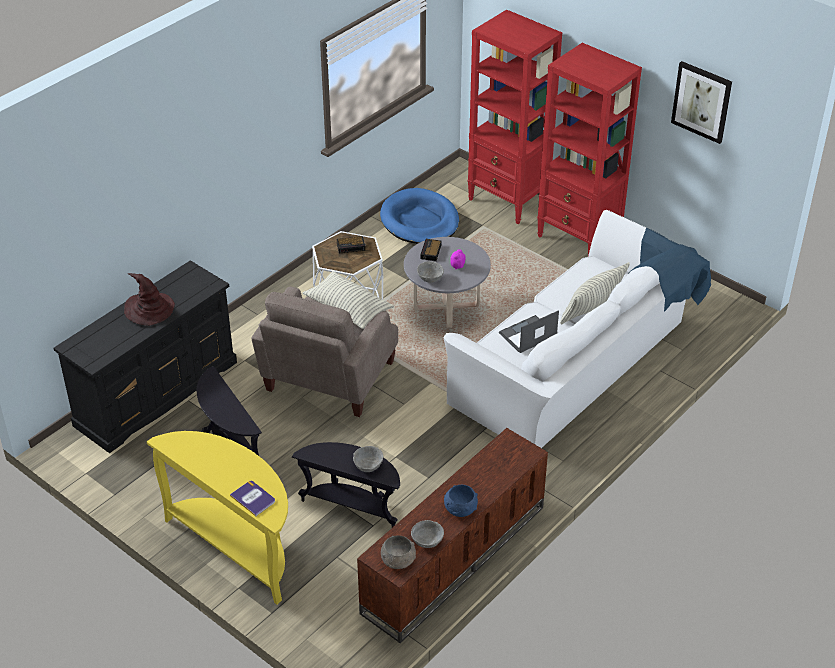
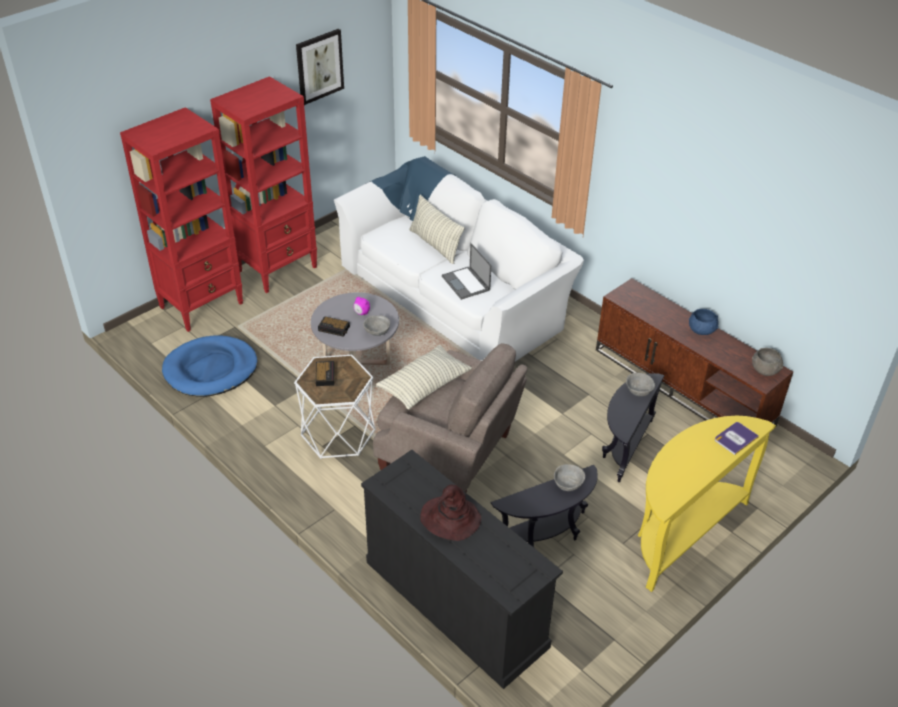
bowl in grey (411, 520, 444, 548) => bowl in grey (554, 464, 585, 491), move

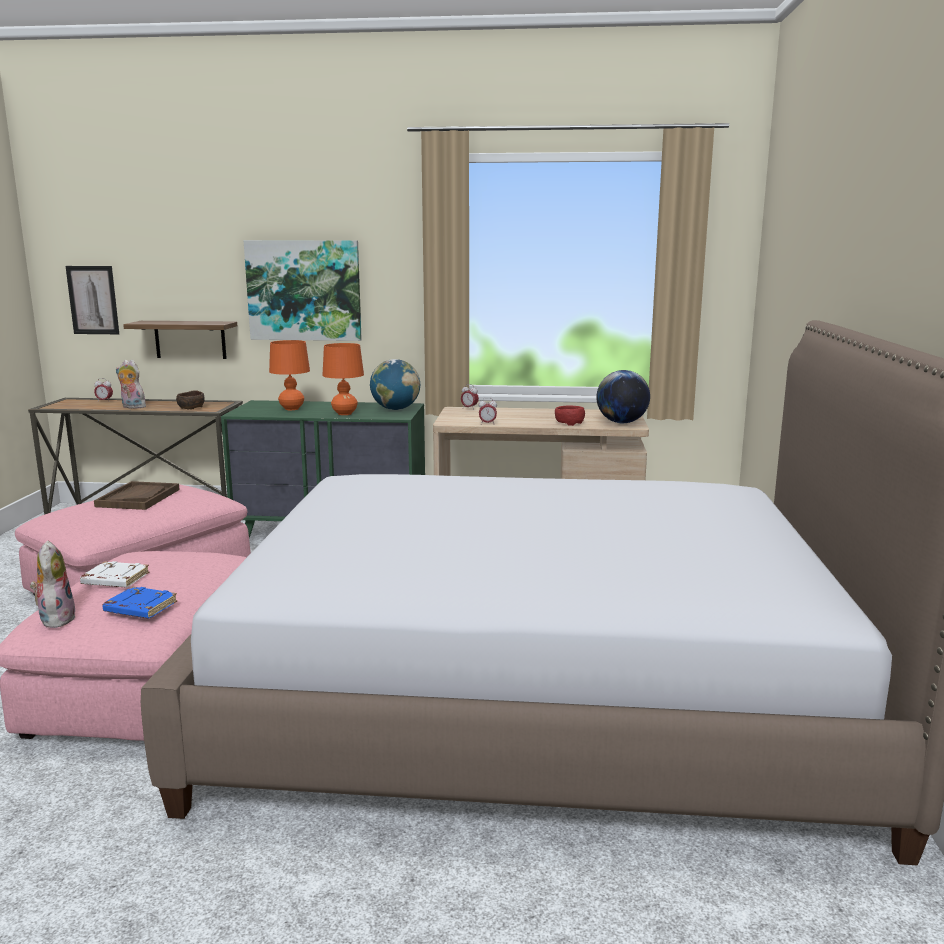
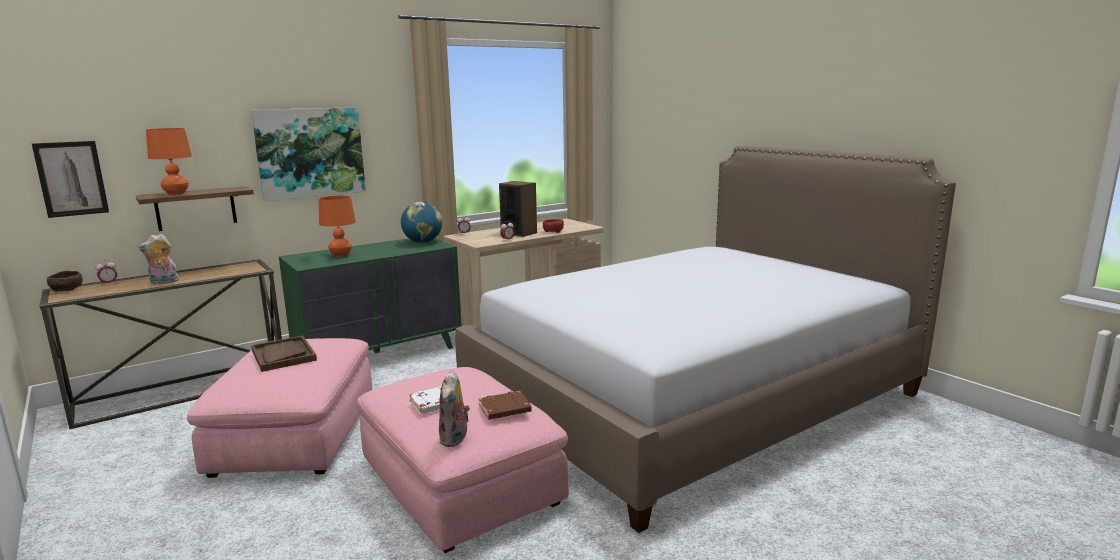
table lamp in orange (322, 343, 364, 415) => table lamp in orange (146, 128, 192, 195), move
globe (596, 370, 650, 423) => nothing
bowl in brown (176, 390, 205, 410) => bowl in brown (47, 271, 83, 292), move
plush toy (30, 540, 76, 628) => plush toy (439, 370, 470, 447), 120 degrees counterclockwise
book in blue (102, 586, 178, 618) => book in brown (479, 391, 532, 420)
nothing => speaker (499, 181, 537, 237)

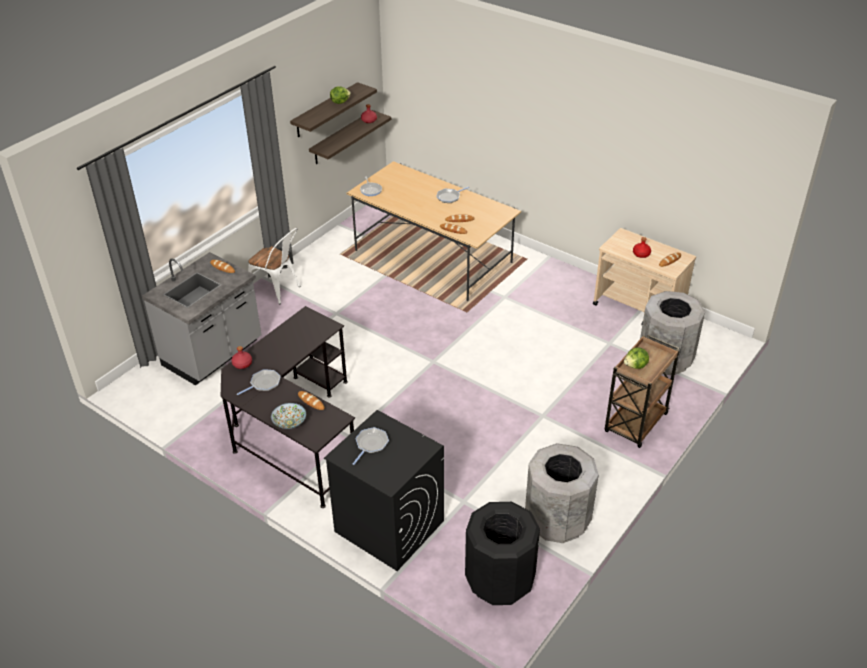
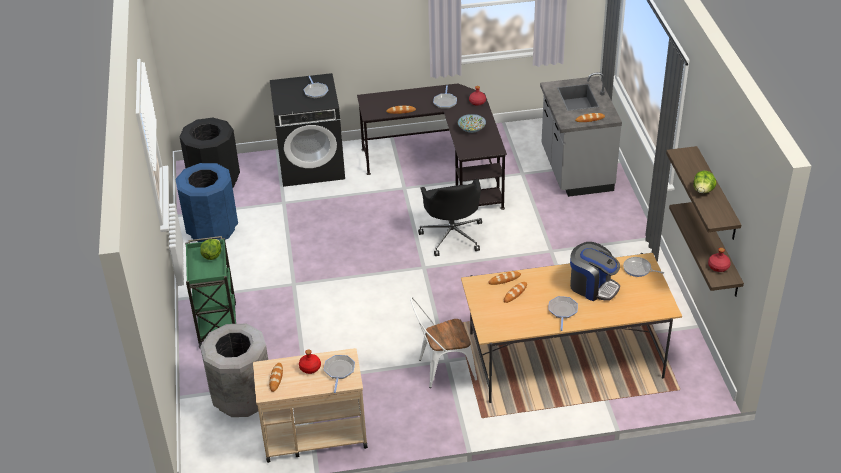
chair in white (248, 228, 301, 304) => chair in white (410, 297, 477, 388), move
cart in brown (605, 335, 680, 448) => cart in green (185, 236, 236, 349)
bowl (271, 403, 306, 429) => bowl (457, 114, 486, 133), move
trash can in grey (525, 443, 599, 543) => trash can in blue (175, 163, 238, 242)
nothing => office chair in black (418, 179, 482, 256)
nothing => coffee machine (570, 242, 620, 301)
nothing => frying pan (324, 355, 355, 393)

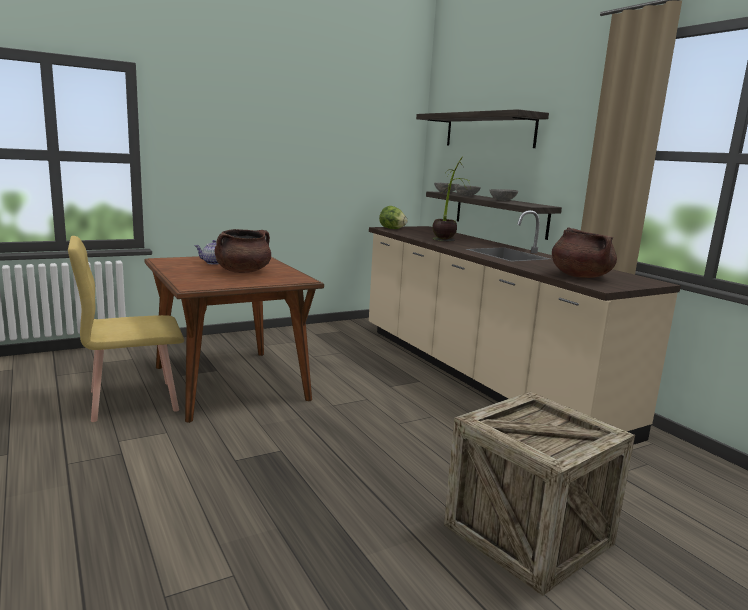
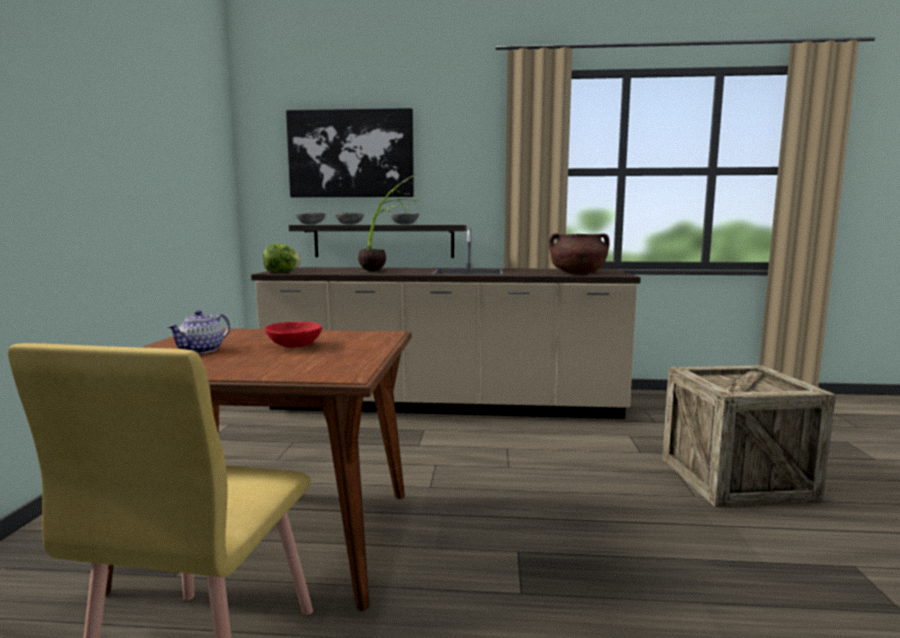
shelf (416, 109, 549, 148) => picture (286, 108, 414, 197)
cooking pot in brown (215, 229, 271, 273) => bowl in red (265, 322, 322, 348)

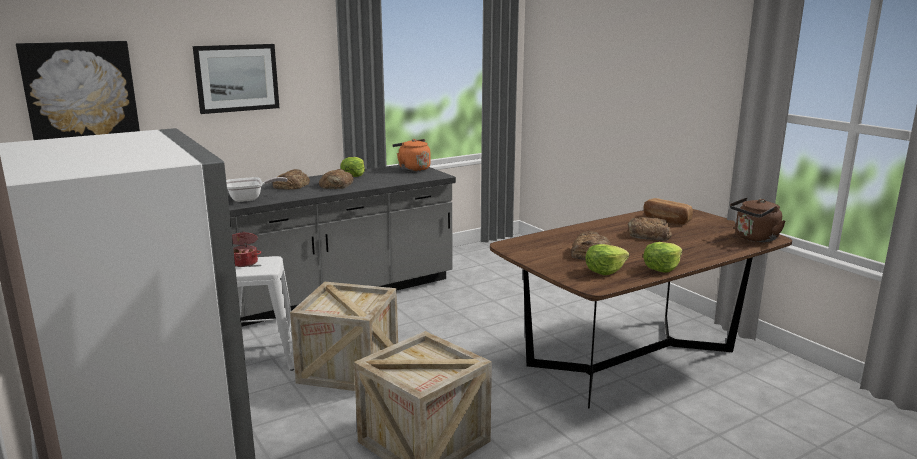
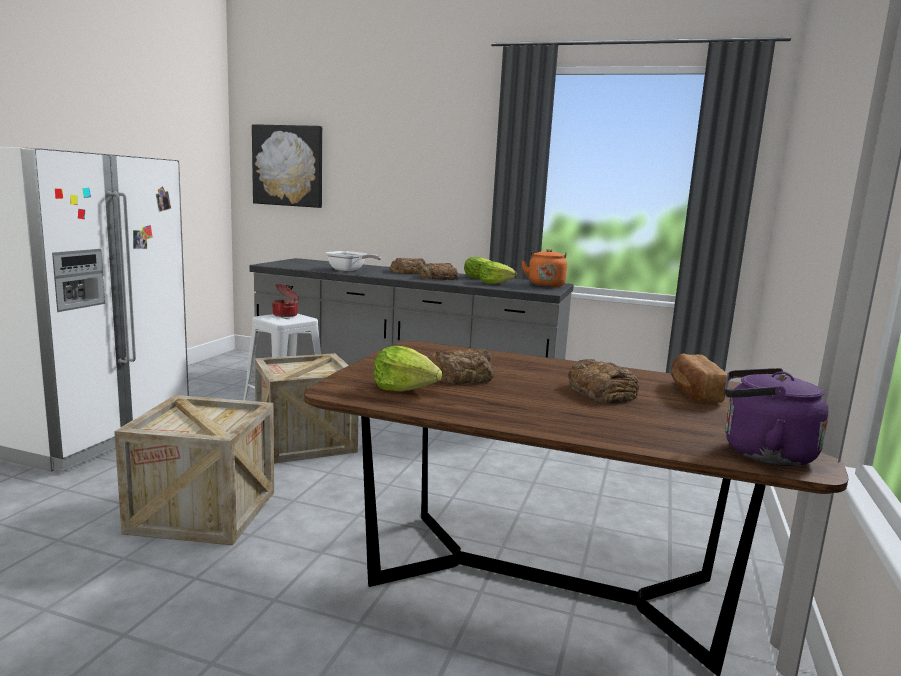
picture (193, 44, 279, 114) => nothing
kettle in brown (730, 197, 786, 242) => kettle in purple (725, 368, 829, 466)
lettuce (643, 242, 682, 273) => lettuce (479, 261, 517, 284), move

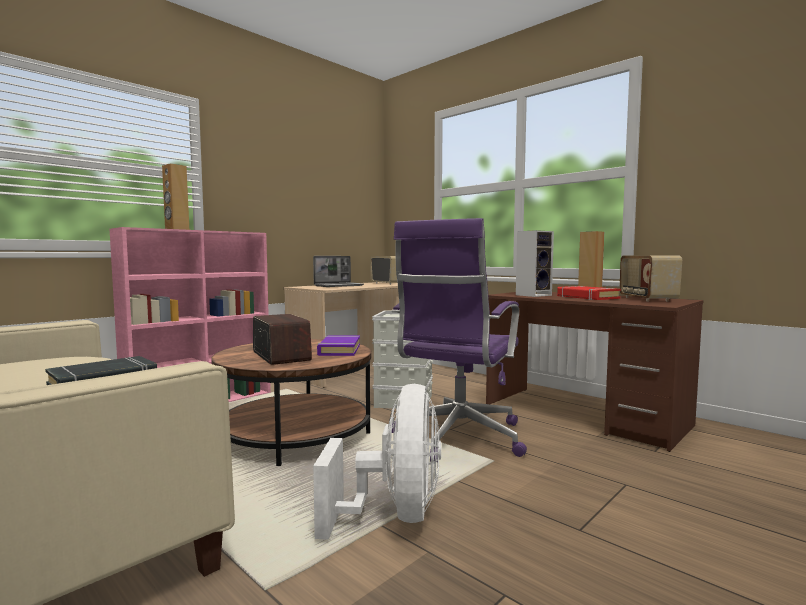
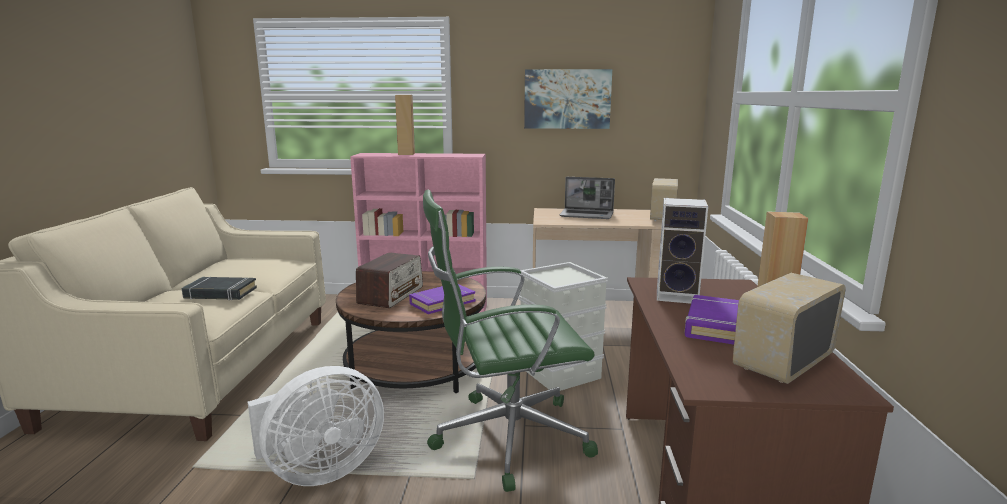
office chair in purple (390, 218, 527, 462) => office chair in green (423, 190, 598, 492)
book in red (557, 286, 621, 300) => book in purple (685, 295, 739, 344)
nothing => picture (524, 69, 612, 129)

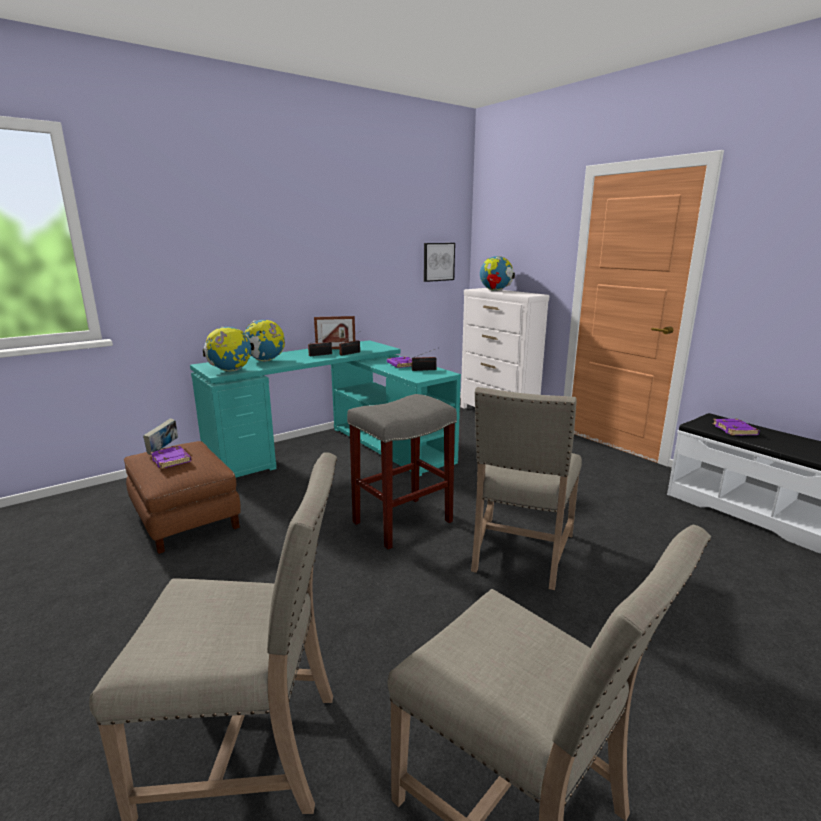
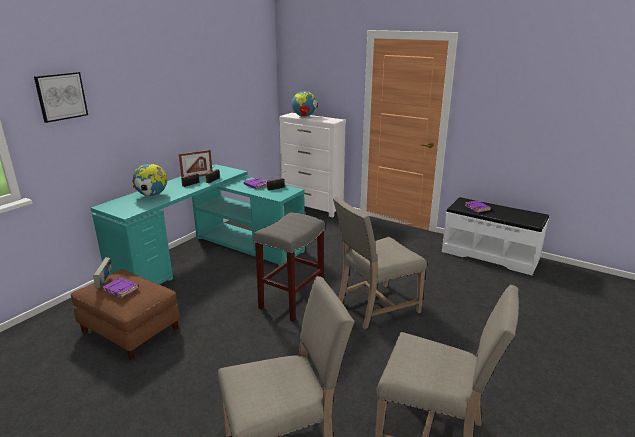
picture (424, 243, 455, 282) => picture (34, 72, 88, 123), move
globe (203, 326, 251, 372) => nothing
chair in beige (471, 387, 582, 590) => chair in beige (333, 197, 427, 329), 60 degrees clockwise

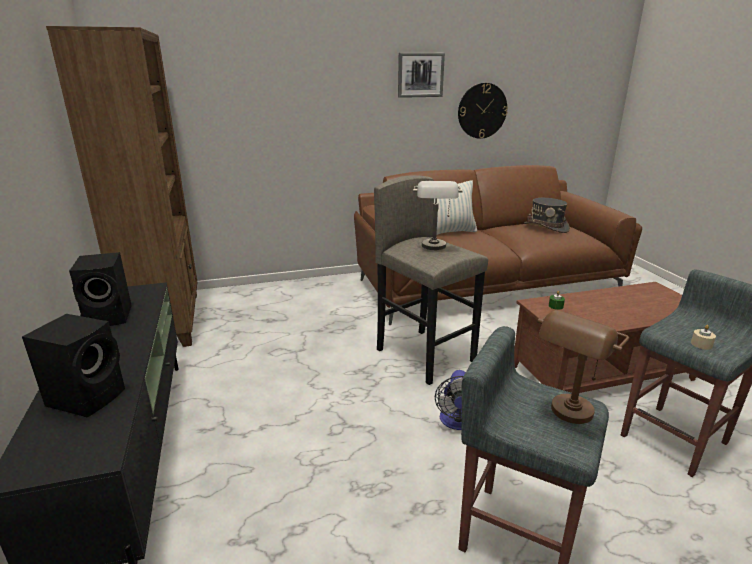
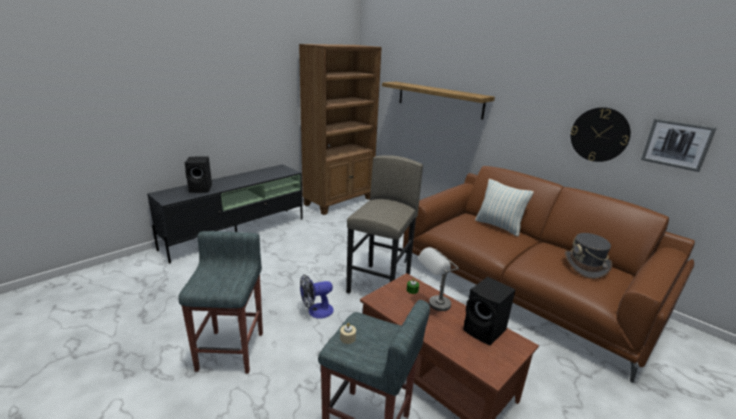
picture (398, 53, 445, 98) => picture (641, 118, 717, 172), move
table lamp in grey (413, 181, 463, 250) => table lamp in grey (418, 247, 459, 311), move
speaker in black (69, 252, 132, 326) => speaker in black (463, 277, 516, 345), move
table lamp in brown (537, 310, 629, 424) => nothing
nothing => shelf (382, 82, 495, 119)

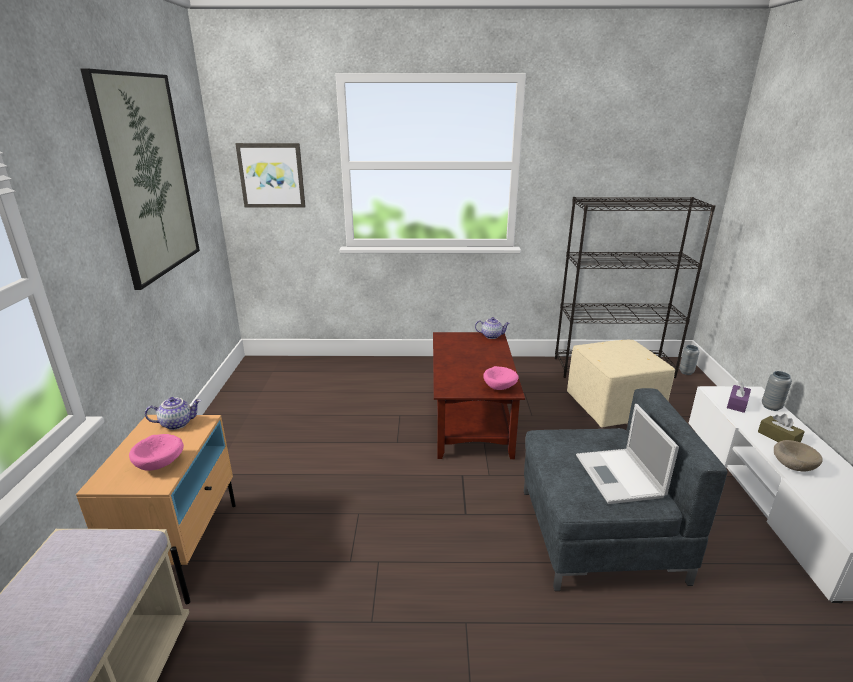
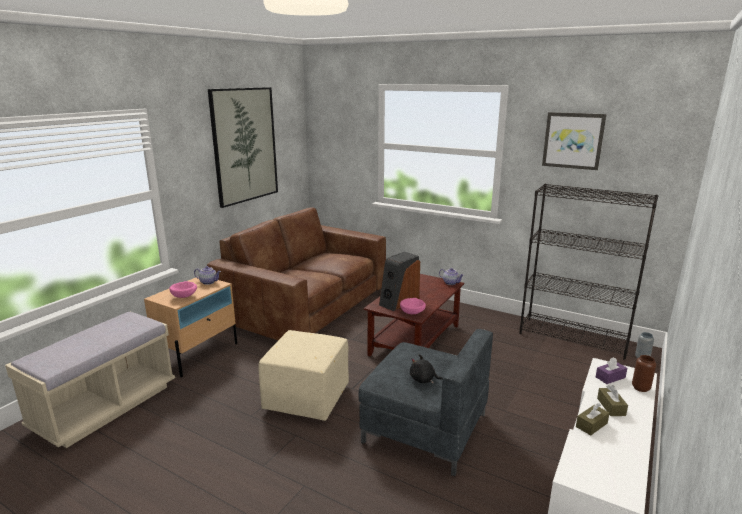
picture (235, 143, 306, 208) => picture (542, 112, 607, 170), move
ottoman in beige (567, 340, 675, 427) => ottoman in beige (259, 330, 349, 421), move
vase in grey (762, 371, 792, 411) => vase in brown (632, 355, 656, 392)
laptop (576, 404, 679, 504) => plush toy in black (410, 354, 443, 383)
bowl in beige (774, 440, 823, 471) => tissue box in brown (576, 403, 610, 435)
nothing => sofa in brown (207, 207, 386, 340)
nothing => speaker (379, 252, 420, 311)

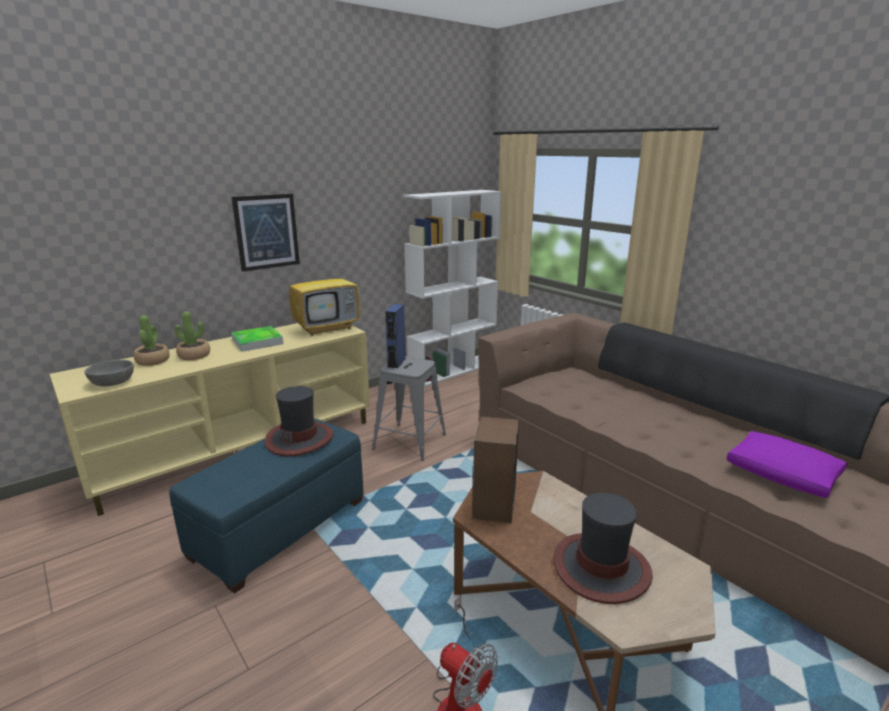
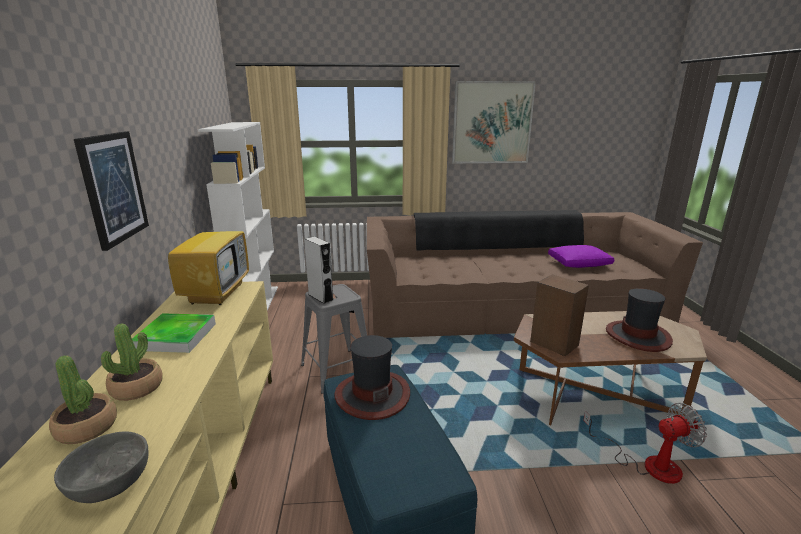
speaker in blue (385, 304, 406, 369) => speaker in grey (304, 237, 334, 304)
nothing => picture (452, 81, 536, 163)

